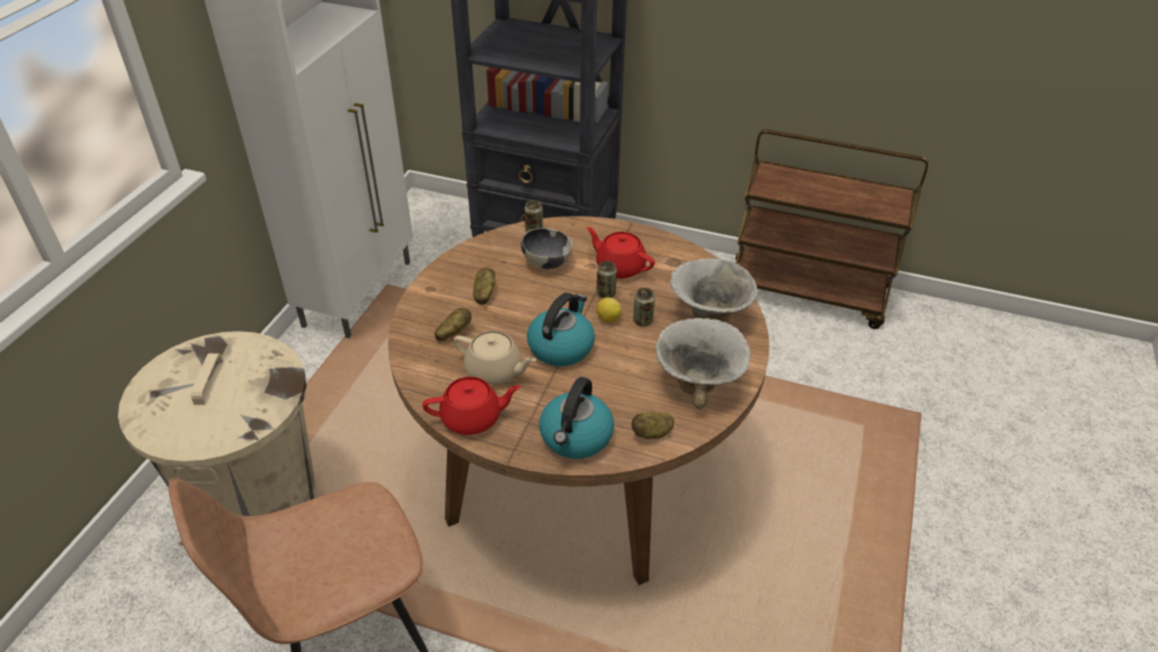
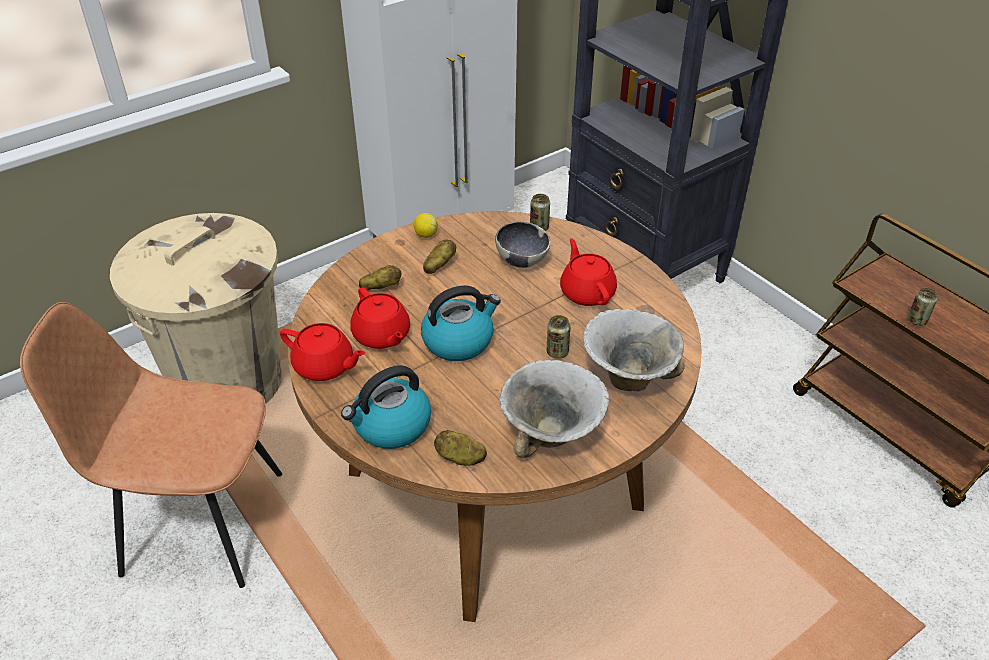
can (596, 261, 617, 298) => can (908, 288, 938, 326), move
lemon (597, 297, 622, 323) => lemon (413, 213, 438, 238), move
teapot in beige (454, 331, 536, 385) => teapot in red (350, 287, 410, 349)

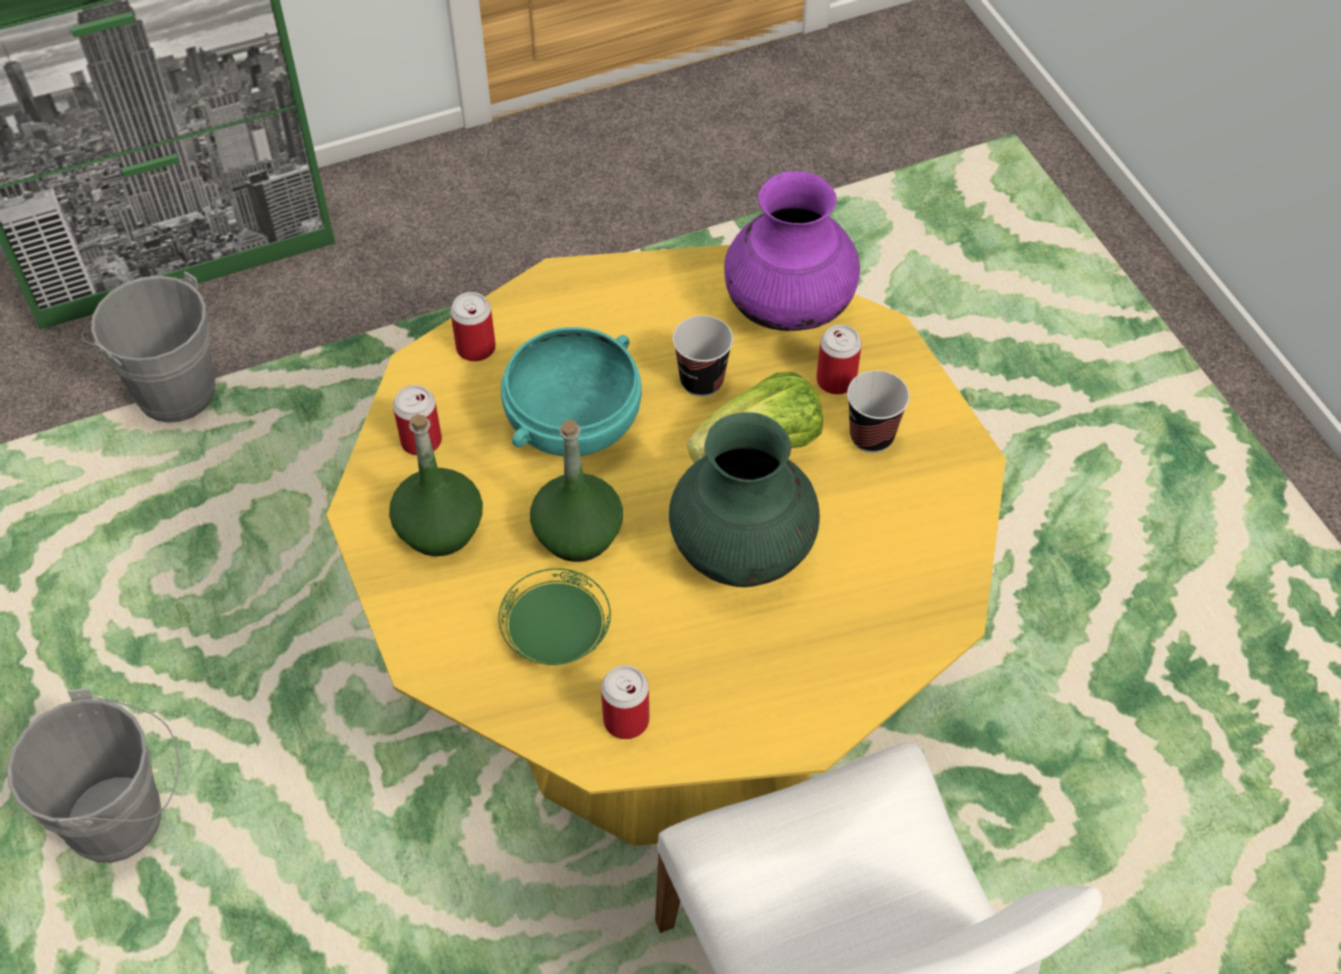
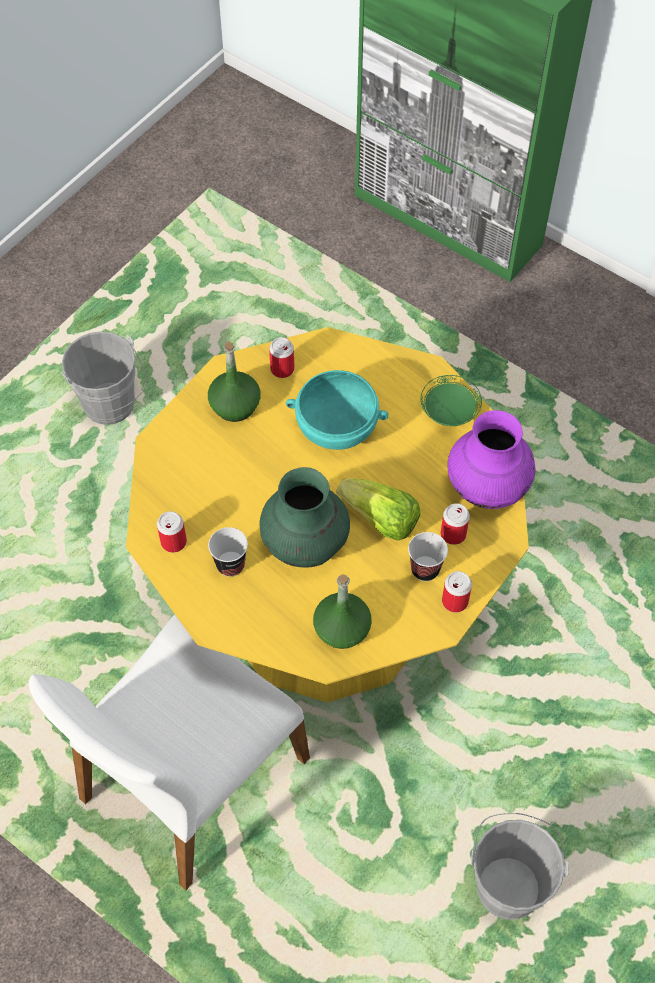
bucket in grey (82, 271, 215, 423) => bucket in grey (470, 813, 569, 920), move
can (450, 292, 496, 362) => can (442, 571, 472, 613), move
cup (673, 315, 733, 397) => cup (208, 527, 248, 577), move
bottle in green (530, 420, 623, 562) => bottle in green (313, 574, 372, 649), move
plate in green (498, 568, 611, 665) => plate in green (421, 375, 482, 426), move

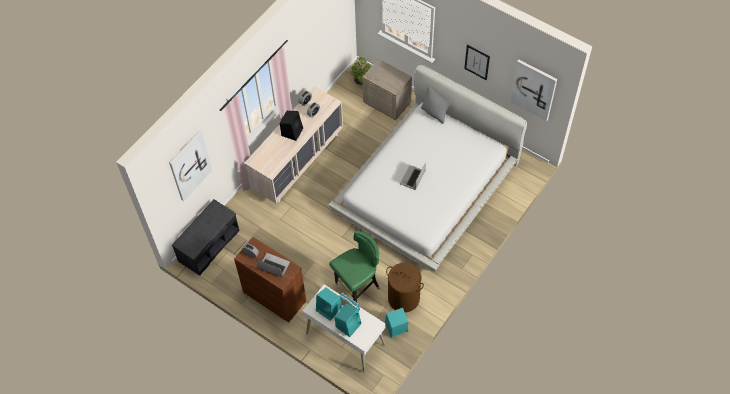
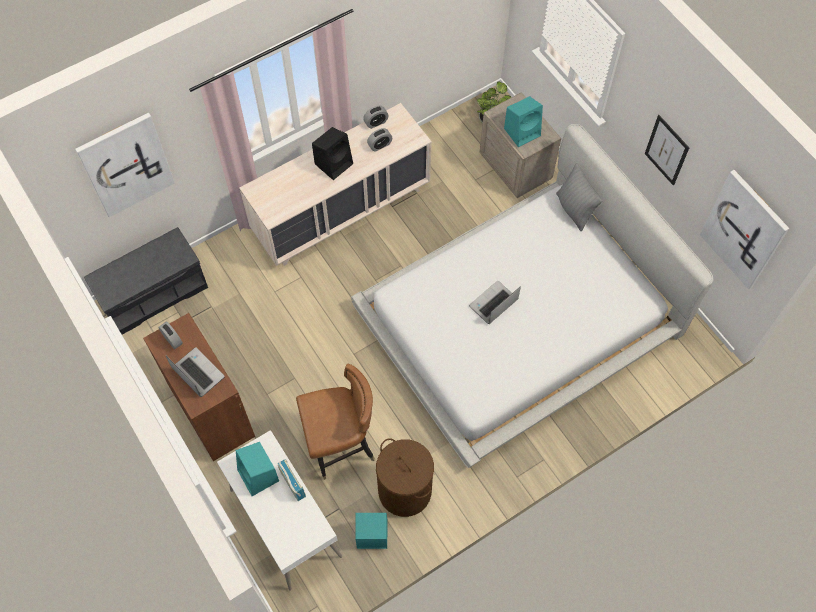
chair in green (329, 231, 380, 302) => chair in brown (296, 364, 375, 480)
speaker in turquoise (335, 303, 362, 337) => speaker in turquoise (504, 96, 543, 147), move

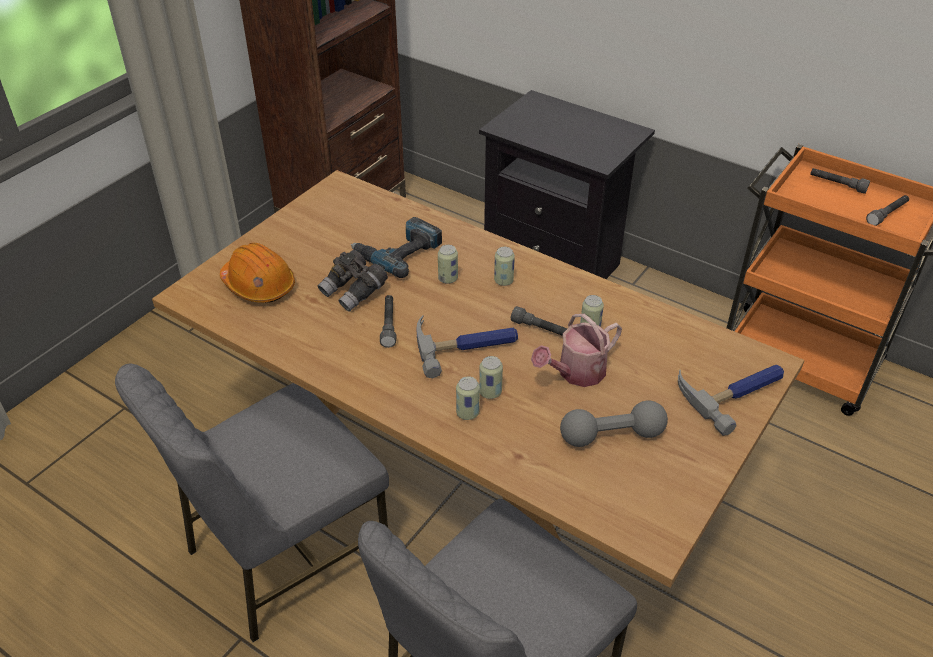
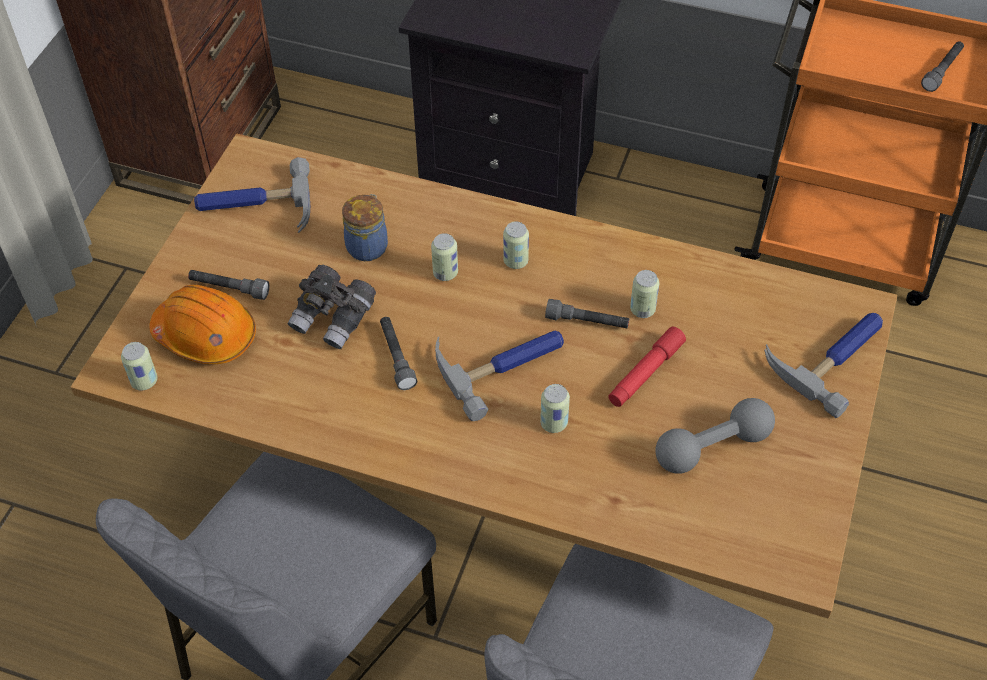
flashlight in grey (810, 168, 870, 194) => flashlight in grey (188, 270, 269, 300), move
power drill (351, 217, 442, 278) => jar (342, 194, 388, 261)
watering can (531, 314, 622, 387) => flashlight in red (608, 326, 686, 407)
can (456, 376, 480, 420) => can (121, 342, 158, 391), move
nothing => hammer (194, 157, 310, 233)

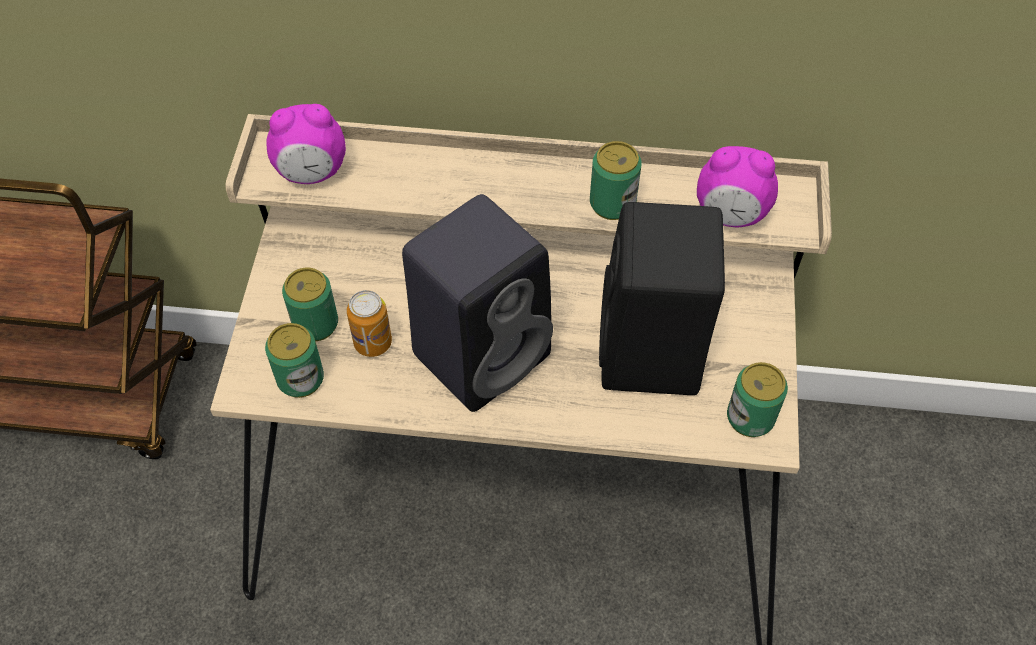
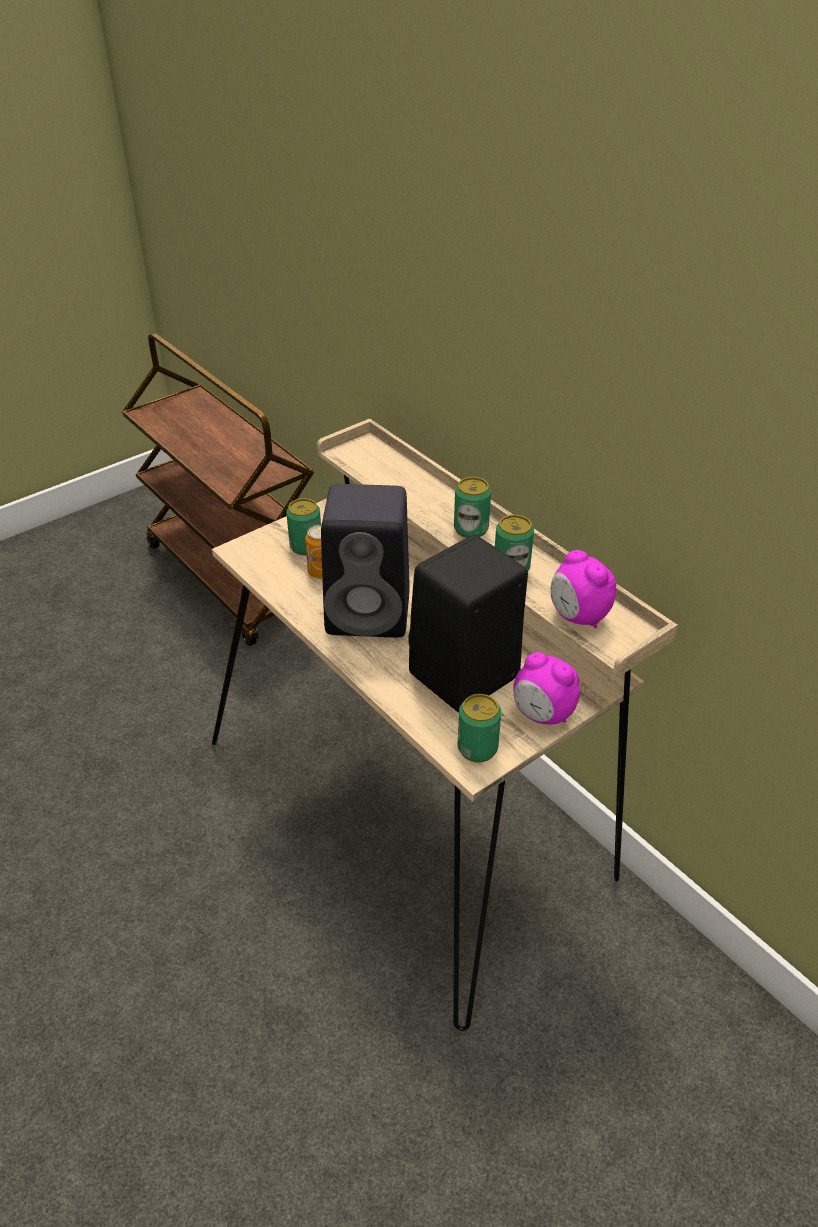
alarm clock (266, 104, 346, 184) => alarm clock (514, 652, 580, 724), move
can (265, 323, 324, 398) => can (454, 477, 491, 538), move

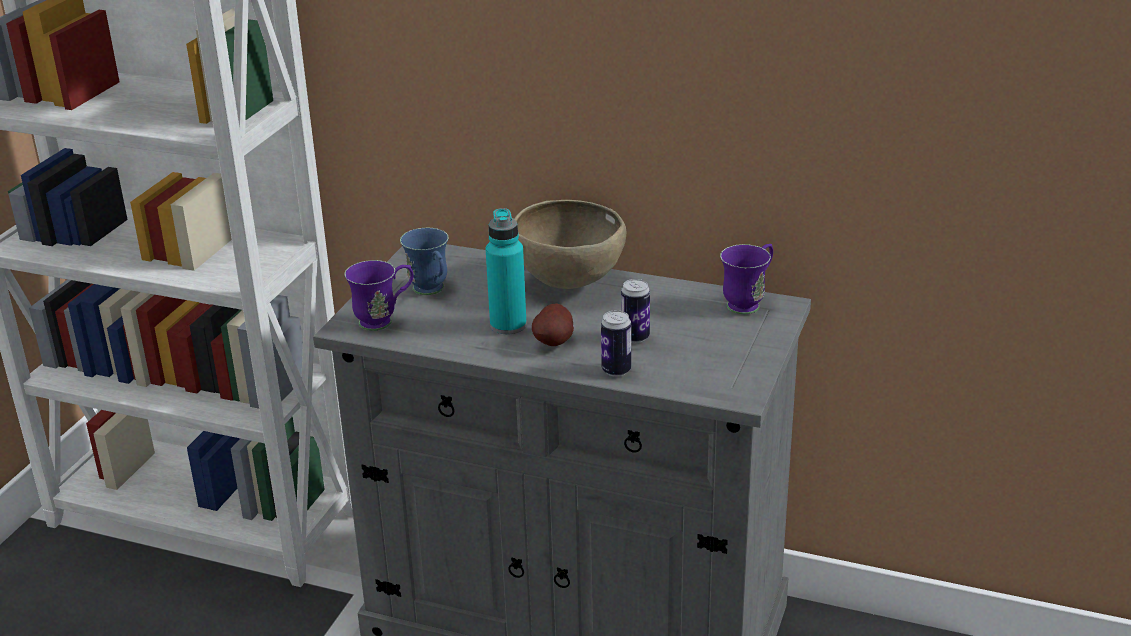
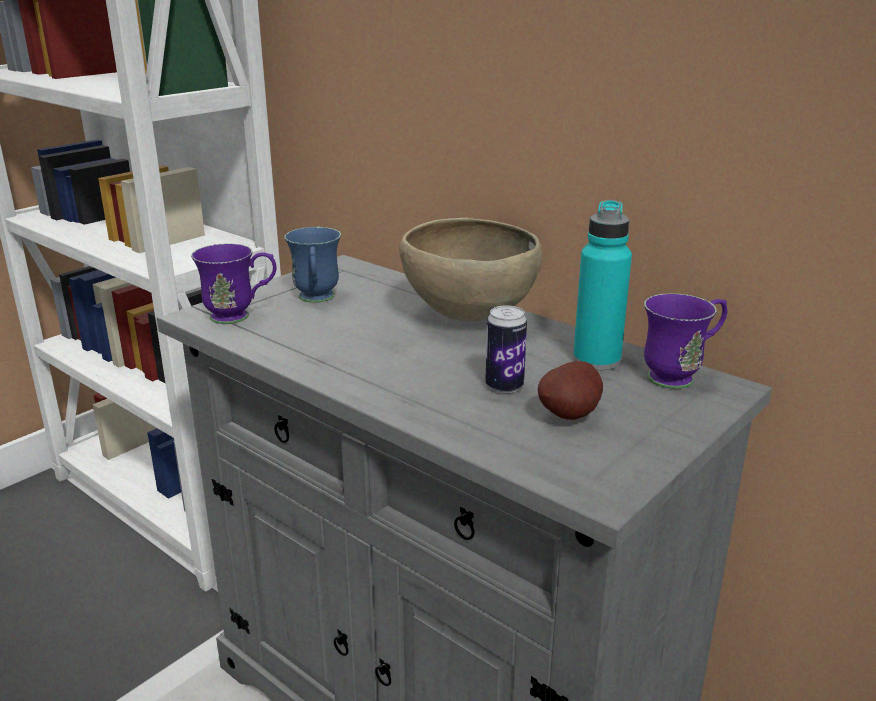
bottle in turquoise (486, 208, 527, 334) => bottle in turquoise (573, 200, 632, 370), move
potato (532, 303, 574, 346) => potato (538, 361, 603, 420), move
can (601, 310, 631, 377) => nothing

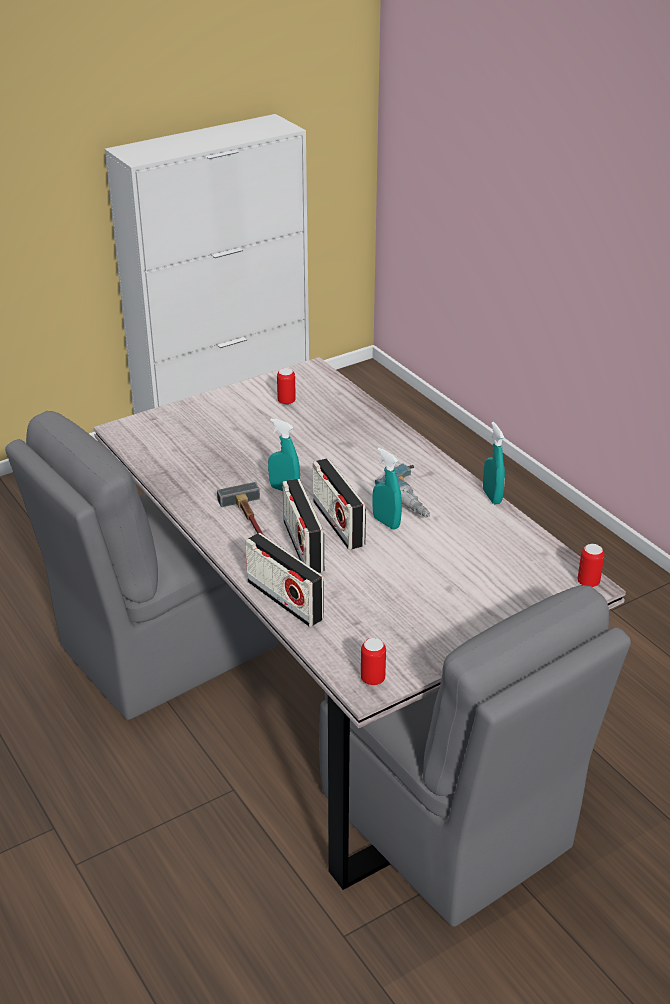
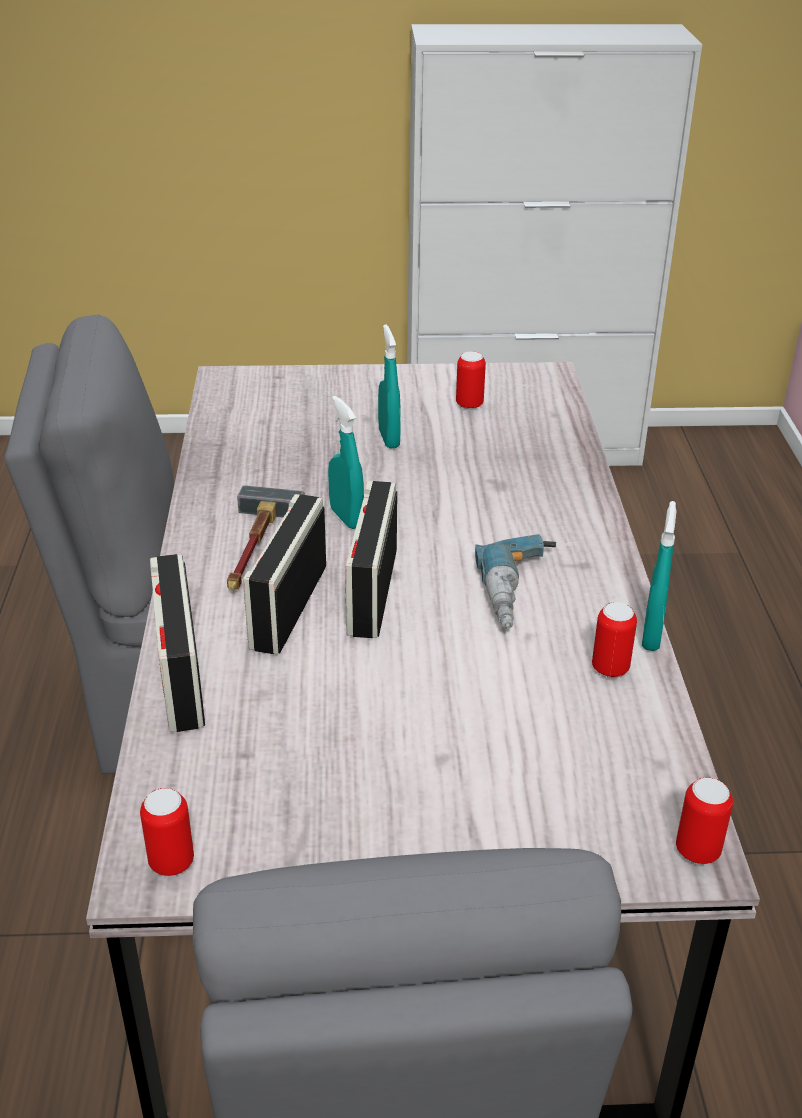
spray bottle in turquoise (372, 448, 402, 530) => spray bottle in turquoise (378, 324, 401, 449), move
nothing => can (592, 602, 637, 678)

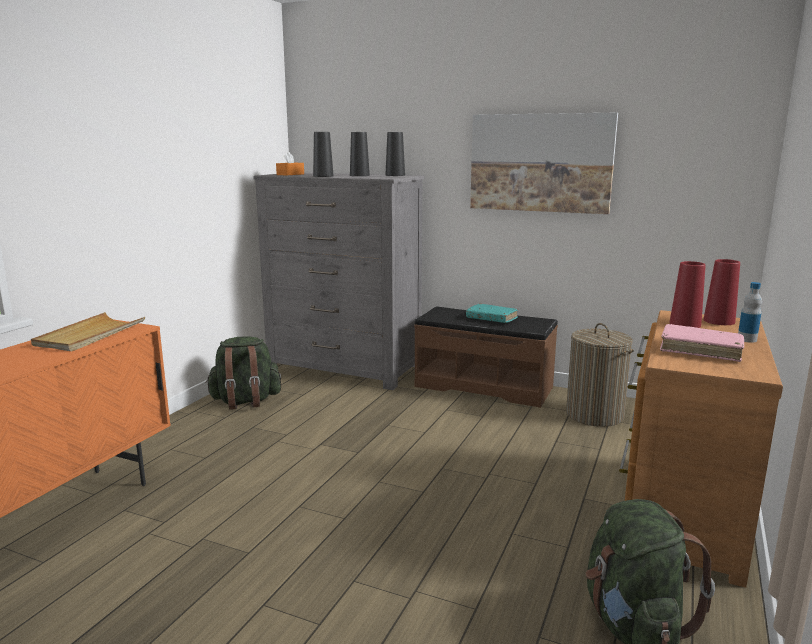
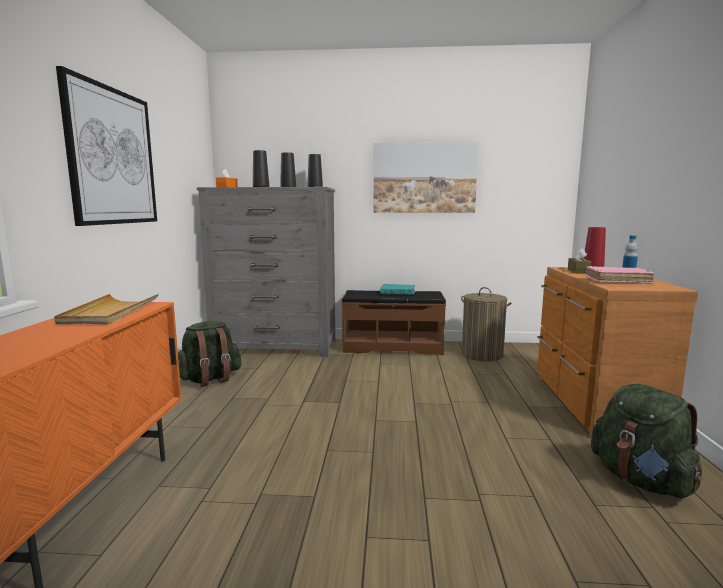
vase in red (669, 261, 706, 328) => tissue box in brown (568, 248, 591, 274)
nothing => picture (56, 66, 157, 226)

